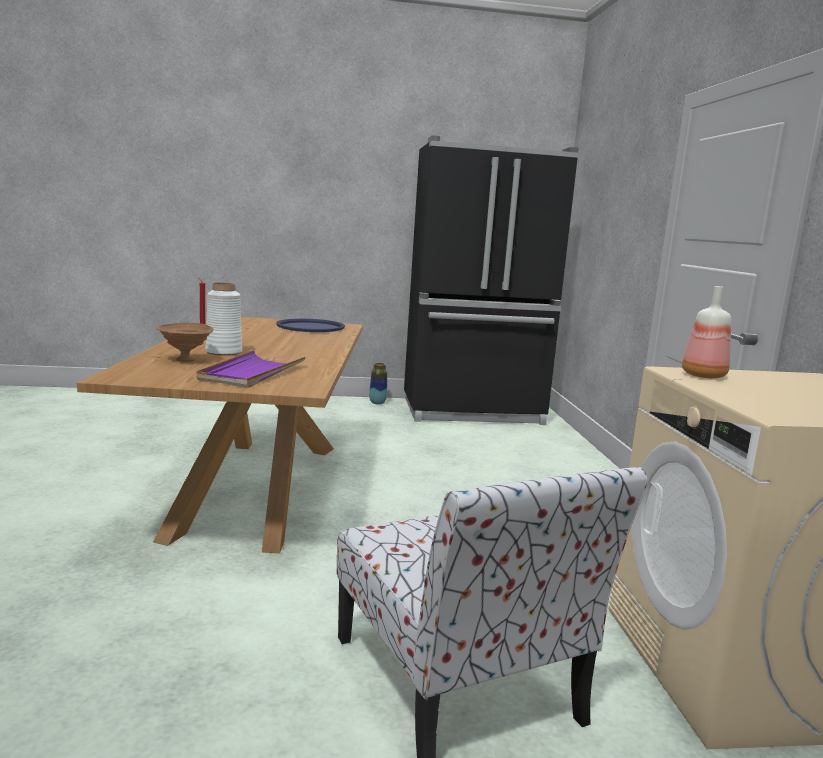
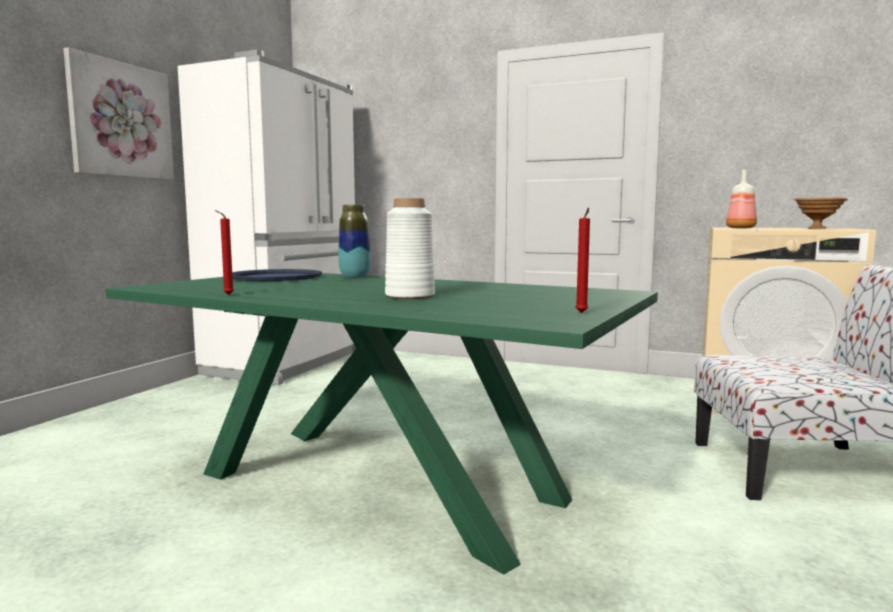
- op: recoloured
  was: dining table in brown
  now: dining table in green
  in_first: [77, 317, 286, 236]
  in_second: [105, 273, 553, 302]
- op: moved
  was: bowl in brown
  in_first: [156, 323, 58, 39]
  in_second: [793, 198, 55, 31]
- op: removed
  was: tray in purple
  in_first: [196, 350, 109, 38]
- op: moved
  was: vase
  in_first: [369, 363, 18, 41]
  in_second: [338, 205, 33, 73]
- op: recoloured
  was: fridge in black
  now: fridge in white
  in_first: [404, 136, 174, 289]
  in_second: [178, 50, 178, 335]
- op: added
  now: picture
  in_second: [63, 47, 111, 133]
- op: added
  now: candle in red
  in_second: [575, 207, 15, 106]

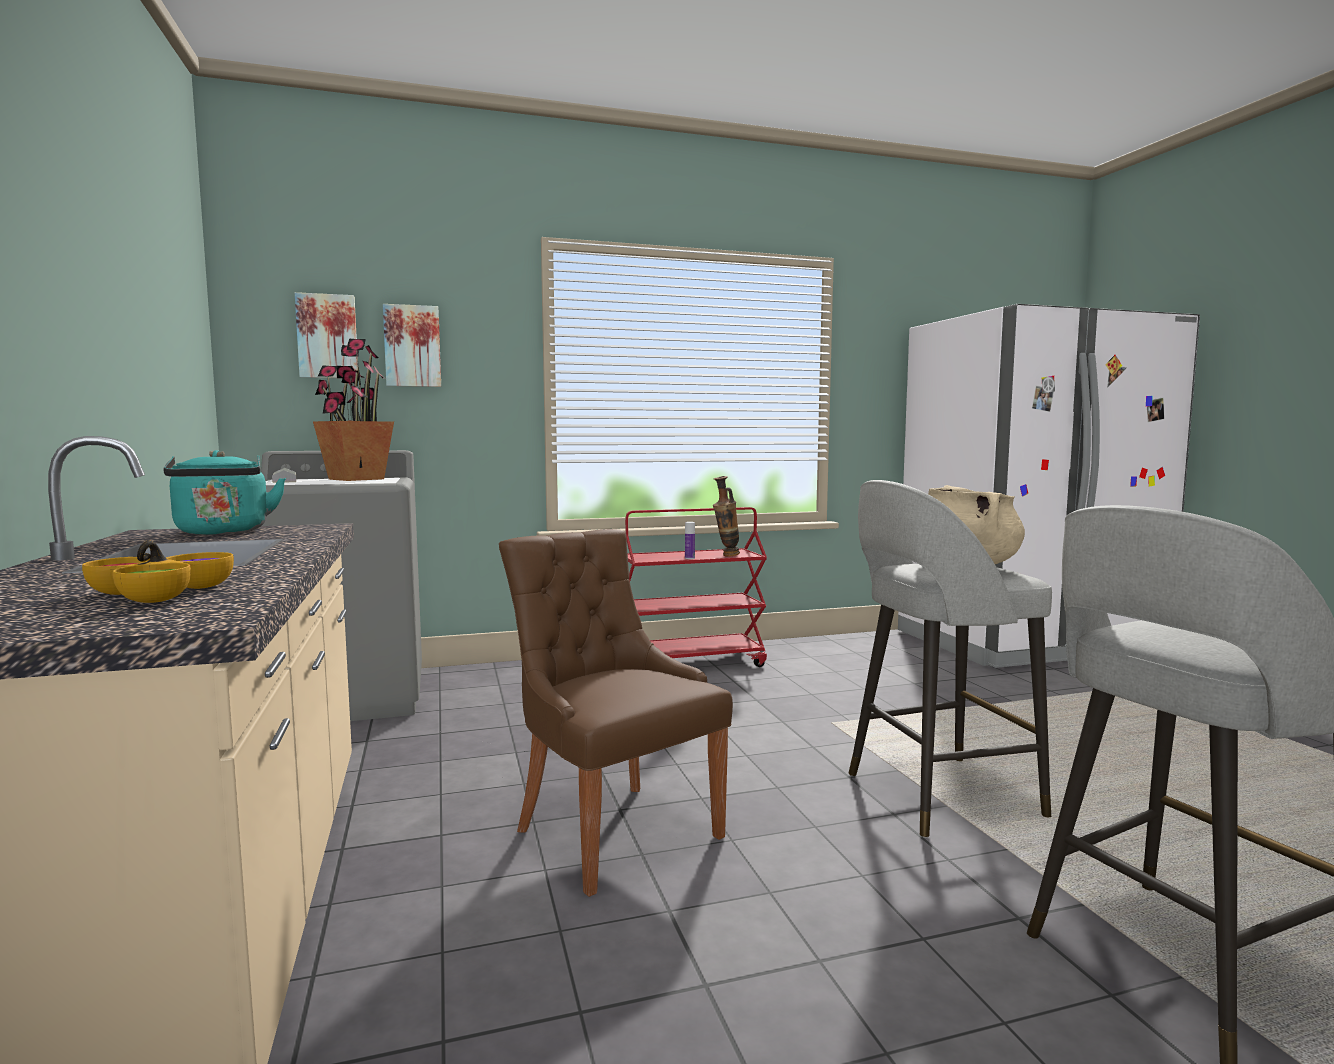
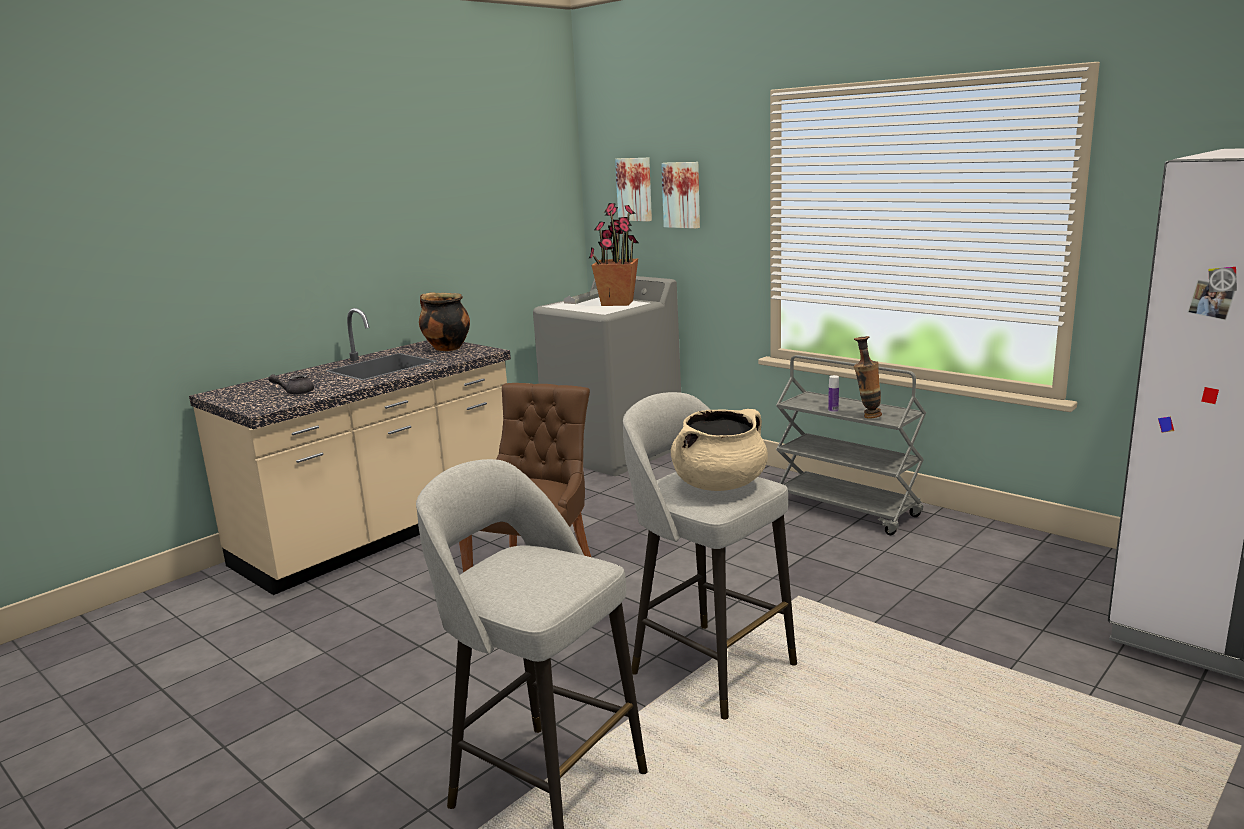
- op: replaced
  was: bowl
  now: teapot in grey
  in_first: [82, 540, 152, 63]
  in_second: [268, 373, 46, 22]
- op: replaced
  was: kettle in turquoise
  now: cooking pot
  in_first: [164, 450, 122, 85]
  in_second: [419, 292, 51, 59]
- op: recoloured
  was: cart in red
  now: cart in grey
  in_first: [625, 507, 142, 160]
  in_second: [776, 355, 150, 180]

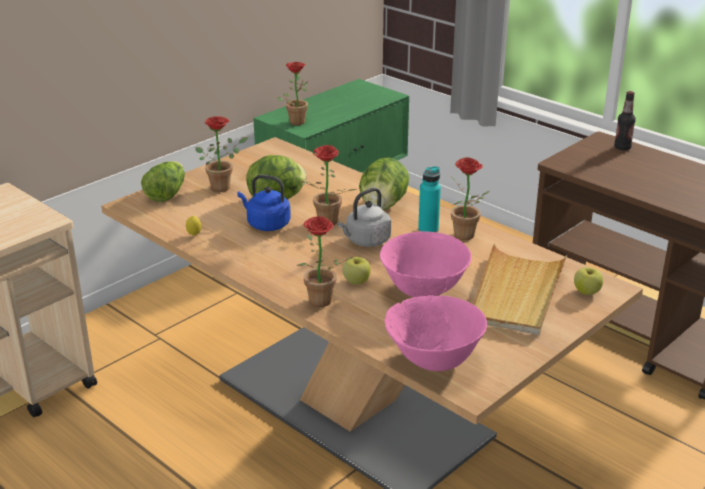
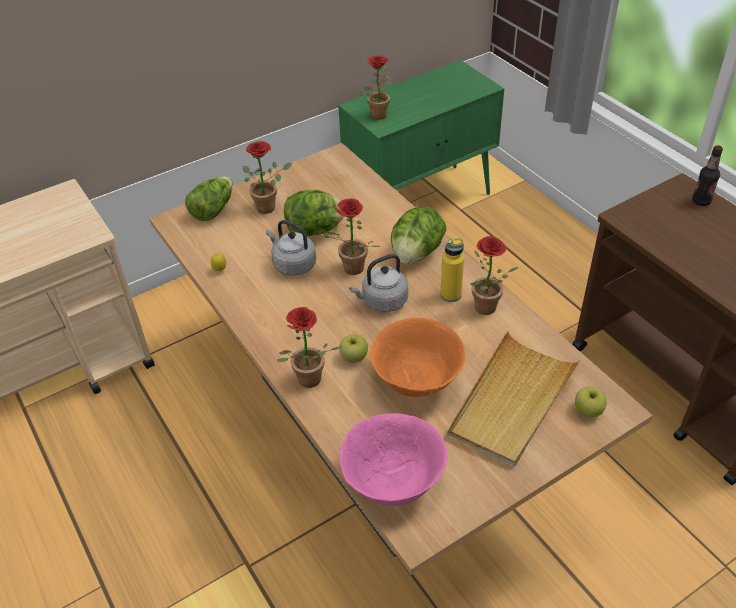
- op: recoloured
  was: kettle in blue
  now: kettle in grey
  in_first: [237, 175, 54, 56]
  in_second: [266, 220, 50, 56]
- op: recoloured
  was: bowl in pink
  now: bowl in orange
  in_first: [380, 231, 91, 66]
  in_second: [370, 318, 95, 79]
- op: recoloured
  was: bottle in turquoise
  now: bottle in yellow
  in_first: [418, 166, 23, 66]
  in_second: [440, 238, 24, 64]

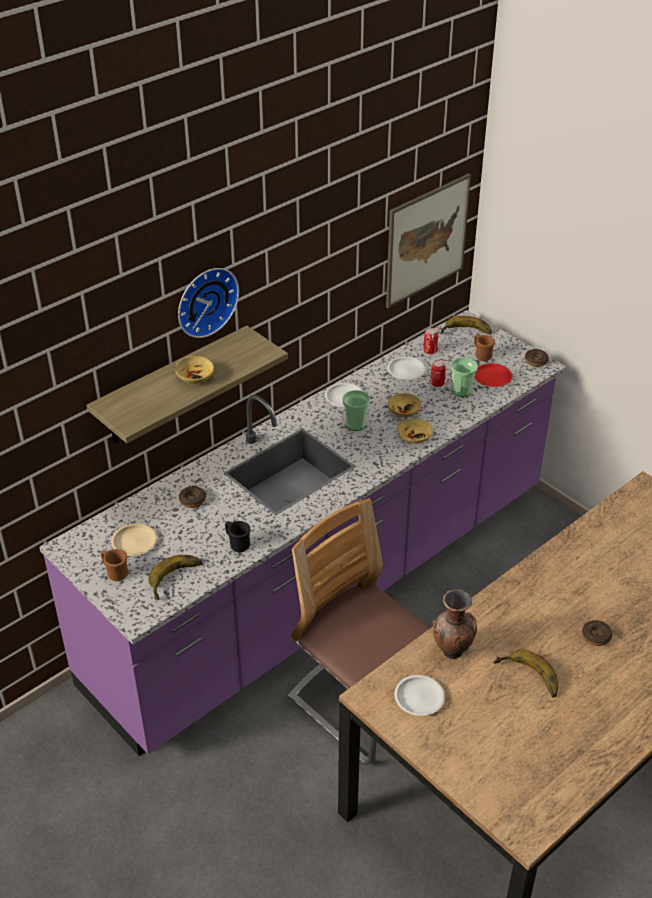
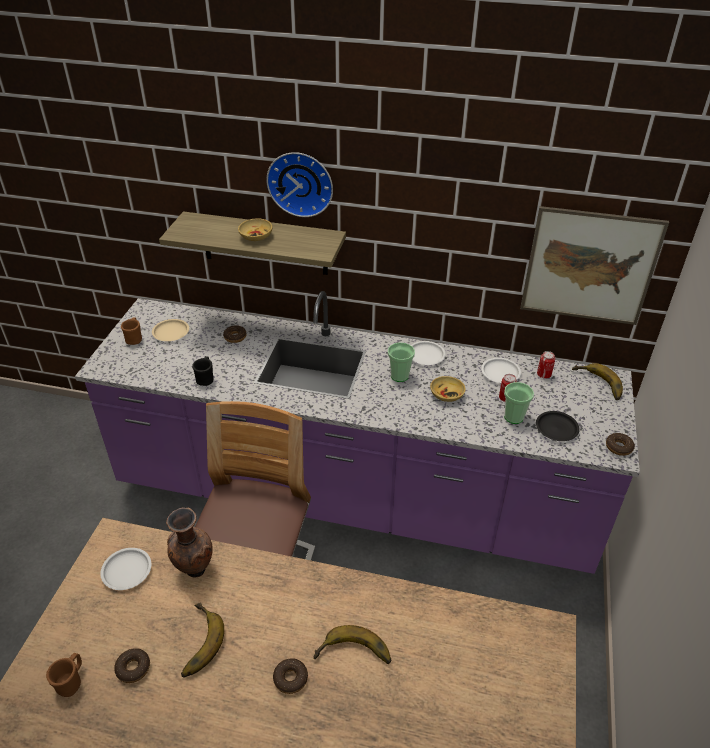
- op: moved
  was: banana
  in_first: [148, 555, 55, 45]
  in_second: [313, 625, 78, 39]
- op: removed
  was: bowl in beige
  in_first: [397, 418, 36, 26]
- op: moved
  was: mug in brown
  in_first: [474, 334, 21, 27]
  in_second: [46, 653, 36, 44]
- op: recoloured
  was: plate in red
  now: plate in black
  in_first: [474, 363, 38, 24]
  in_second: [536, 411, 44, 30]
- op: added
  now: donut
  in_second: [114, 648, 36, 35]

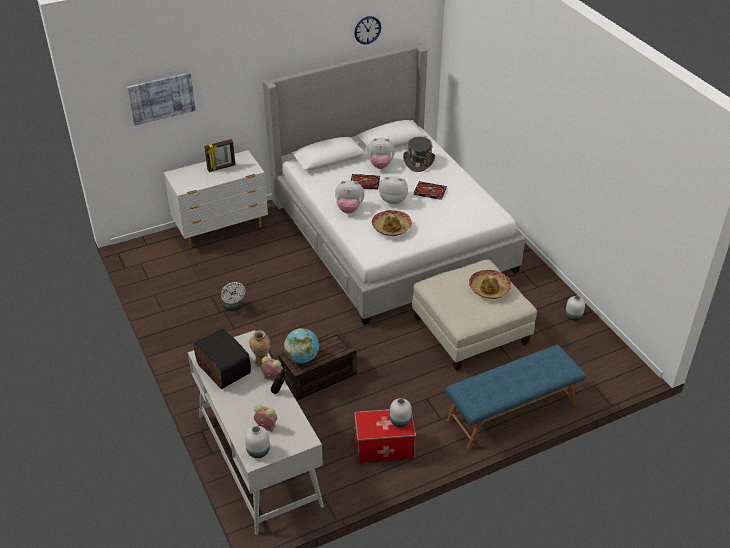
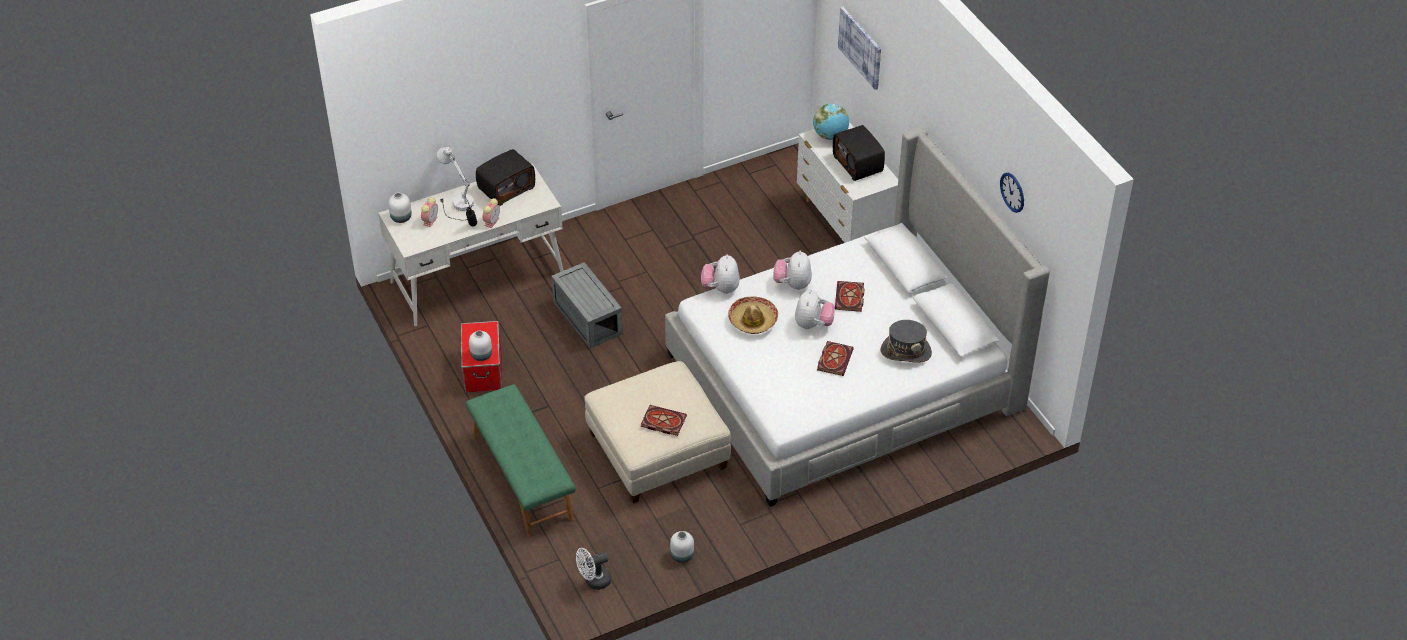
- op: replaced
  was: picture frame
  now: radio
  in_first: [204, 139, 32, 33]
  in_second: [833, 125, 52, 56]
- op: moved
  was: fan in white
  in_first: [221, 280, 25, 31]
  in_second: [576, 548, 35, 42]
- op: removed
  was: vase
  in_first: [250, 330, 20, 37]
- op: recoloured
  was: storage box in brown
  now: storage box in grey
  in_first: [279, 330, 78, 71]
  in_second: [551, 262, 72, 86]
- op: moved
  was: globe
  in_first: [284, 328, 35, 35]
  in_second: [813, 104, 36, 36]
- op: moved
  was: plush toy
  in_first: [367, 138, 28, 31]
  in_second: [701, 254, 39, 40]
- op: recoloured
  was: bench in blue
  now: bench in green
  in_first: [446, 345, 140, 104]
  in_second: [465, 384, 111, 153]
- op: replaced
  was: hat
  now: book
  in_first: [469, 270, 42, 29]
  in_second: [641, 405, 46, 31]
- op: added
  now: table lamp in white
  in_second: [436, 147, 38, 73]

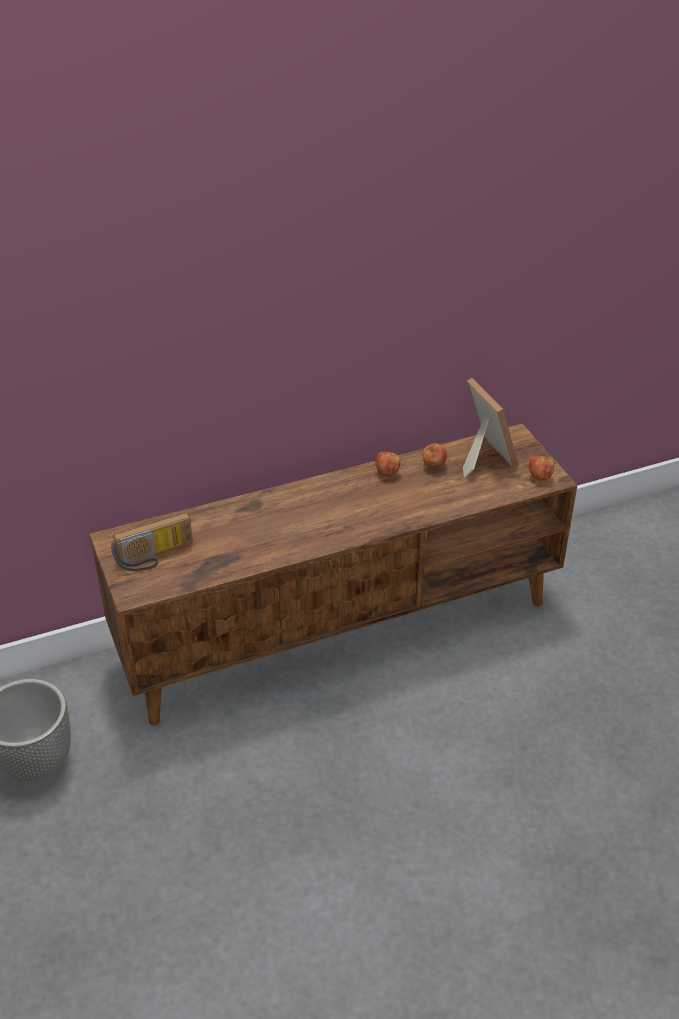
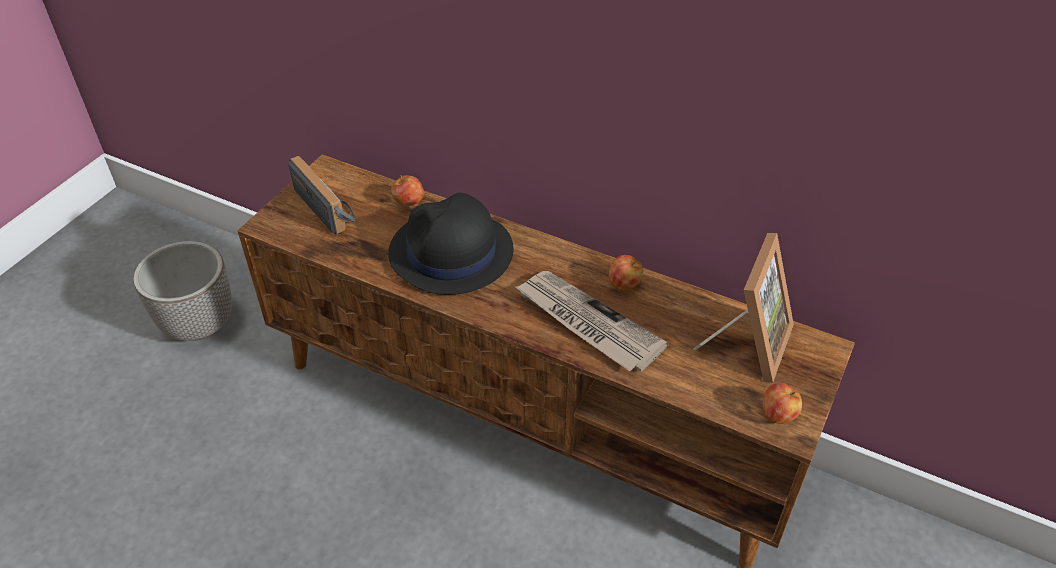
- op: turned
  was: radio
  in_first: [111, 513, 82, 58]
  in_second: [288, 156, 67, 78]
  clockwise: -150
- op: moved
  was: apple
  in_first: [422, 443, 25, 25]
  in_second: [391, 175, 33, 31]
- op: added
  now: hat in black
  in_second: [388, 193, 126, 102]
- op: added
  now: newspaper
  in_second: [515, 271, 153, 101]

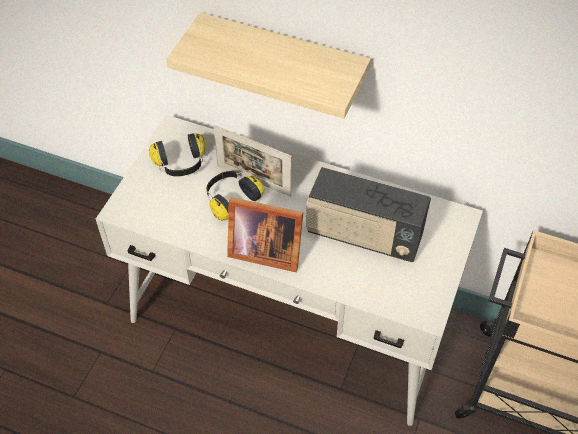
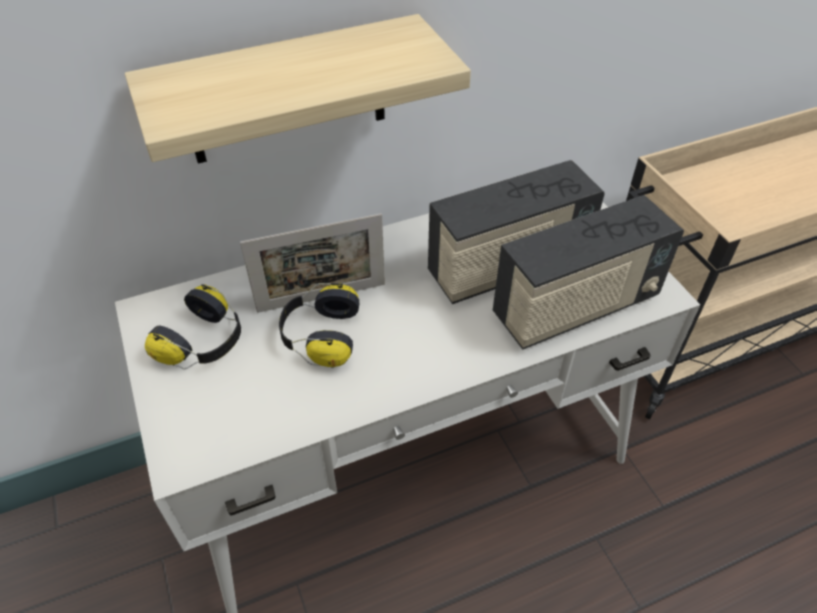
- op: removed
  was: picture frame
  in_first: [227, 197, 76, 75]
- op: added
  now: radio
  in_second: [493, 195, 191, 154]

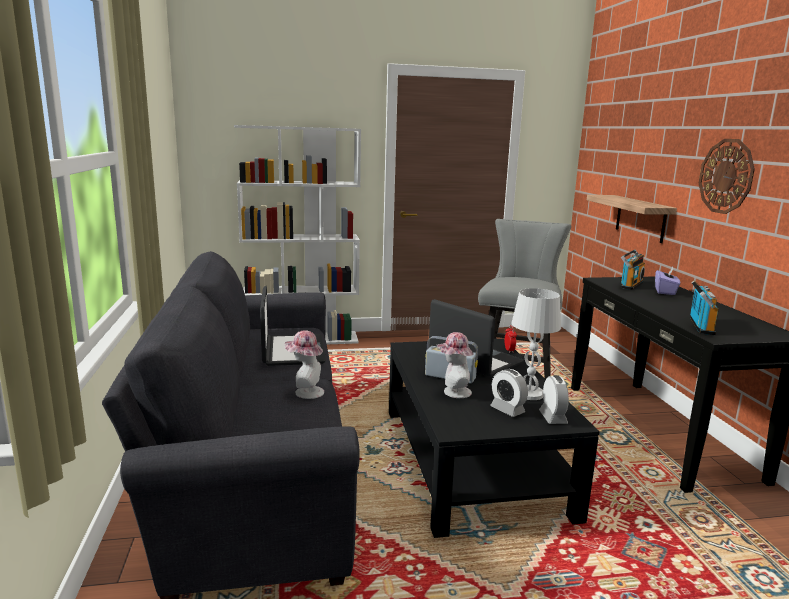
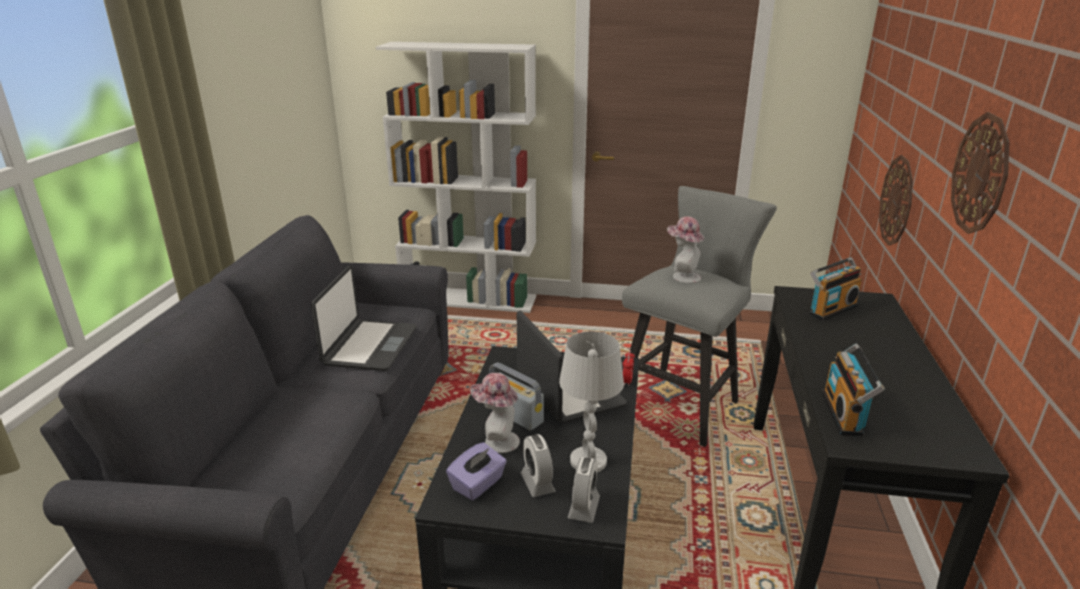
- op: moved
  was: hat
  in_first: [284, 330, 40, 69]
  in_second: [667, 216, 37, 67]
- op: replaced
  was: shelf
  now: wall clock
  in_first: [587, 195, 90, 48]
  in_second: [879, 155, 34, 91]
- op: moved
  was: tissue box in purple
  in_first: [655, 267, 25, 28]
  in_second: [446, 442, 61, 58]
- op: turned
  was: radio
  in_first: [690, 280, 29, 55]
  in_second: [822, 343, 63, 94]
  clockwise: 150

